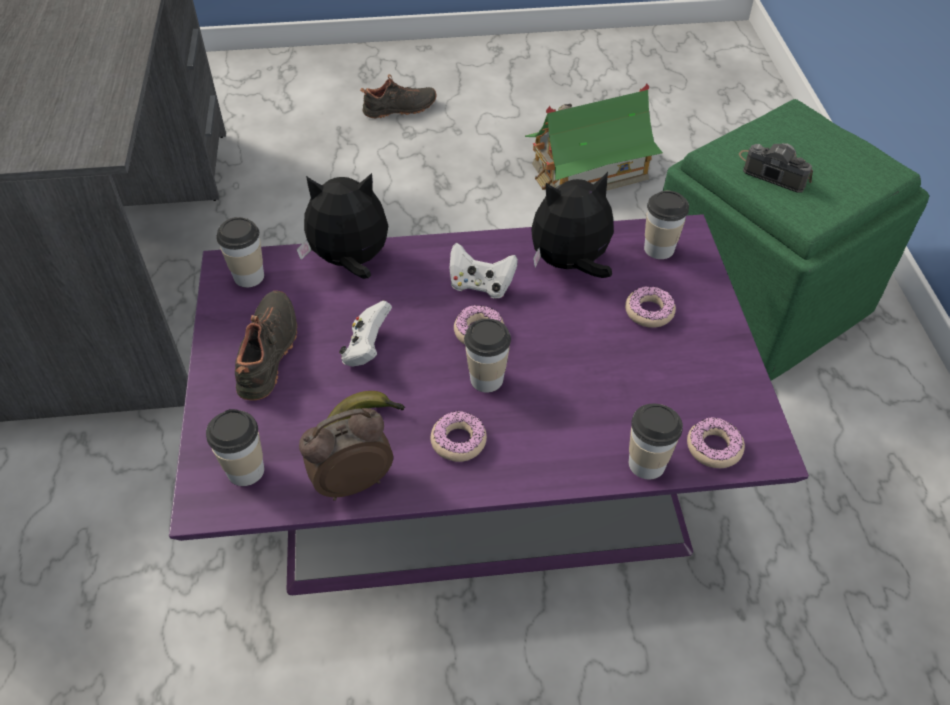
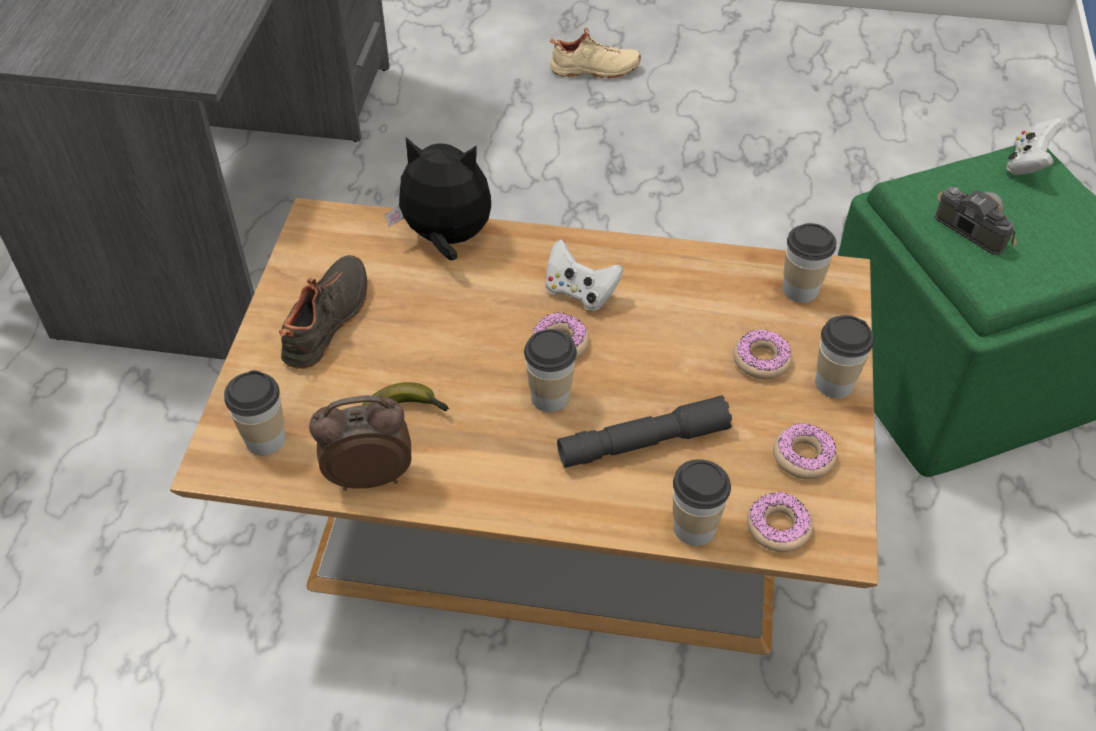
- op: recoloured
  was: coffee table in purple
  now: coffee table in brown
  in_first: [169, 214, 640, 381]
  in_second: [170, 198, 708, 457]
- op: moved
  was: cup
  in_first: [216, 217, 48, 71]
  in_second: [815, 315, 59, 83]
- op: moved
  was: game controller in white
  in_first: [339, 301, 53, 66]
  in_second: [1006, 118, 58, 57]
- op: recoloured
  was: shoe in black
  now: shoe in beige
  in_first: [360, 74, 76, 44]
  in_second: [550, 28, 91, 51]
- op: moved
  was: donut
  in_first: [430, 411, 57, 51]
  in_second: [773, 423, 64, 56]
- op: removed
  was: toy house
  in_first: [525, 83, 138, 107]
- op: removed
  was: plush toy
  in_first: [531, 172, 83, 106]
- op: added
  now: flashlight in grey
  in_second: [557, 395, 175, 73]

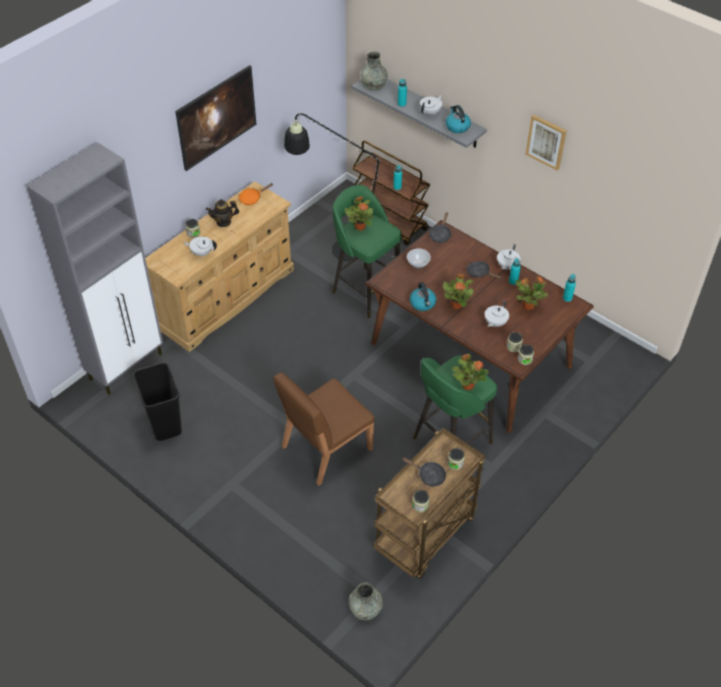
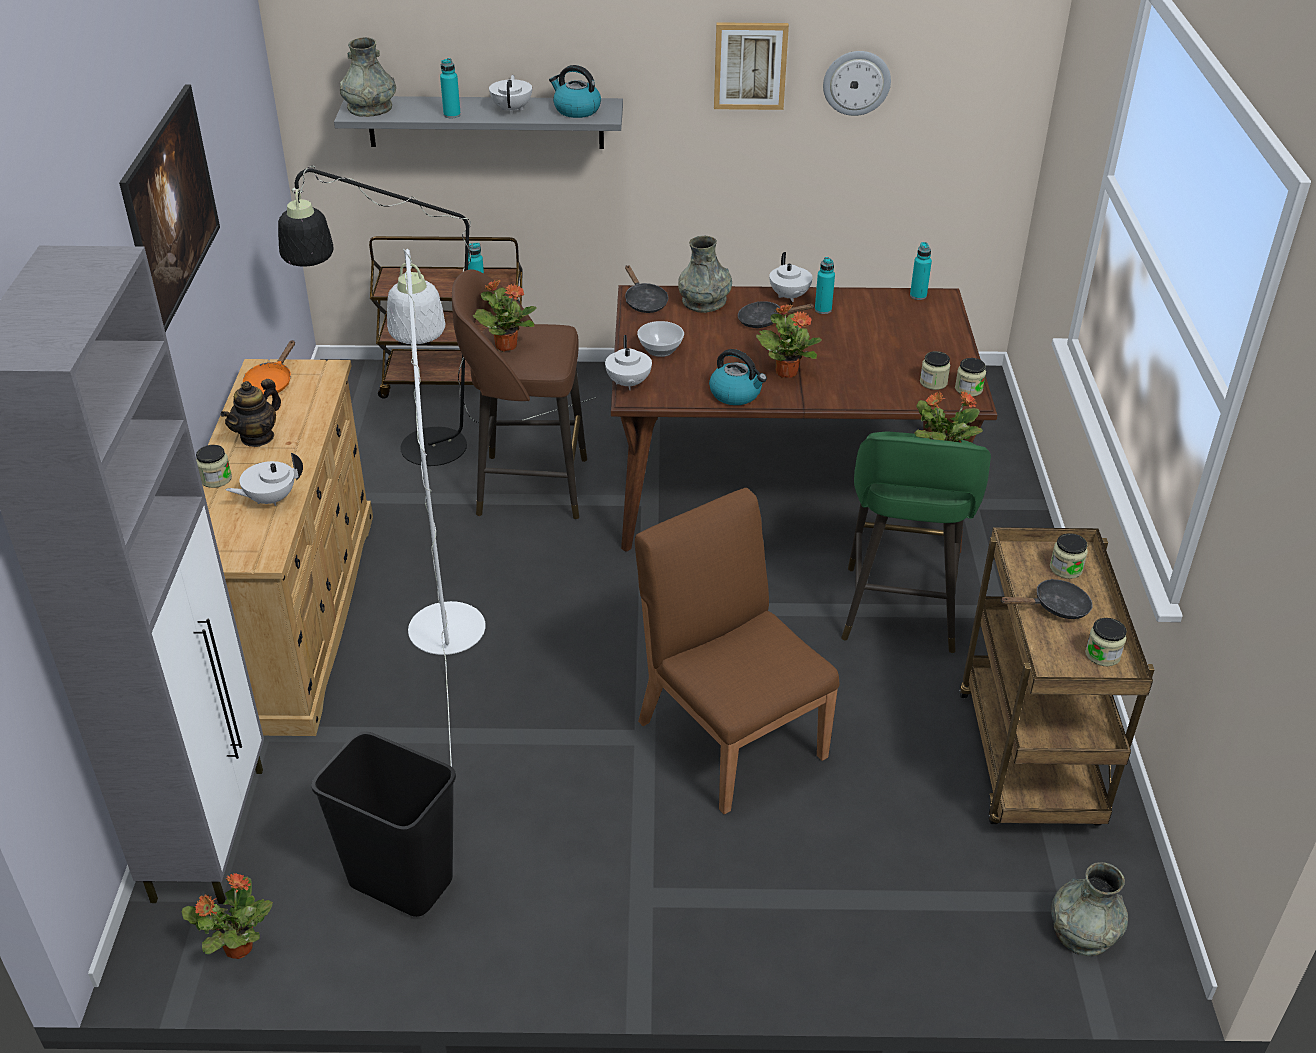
- op: turned
  was: chair in brown
  in_first: [273, 373, 102, 113]
  in_second: [635, 488, 205, 326]
  clockwise: 135
- op: recoloured
  was: stool in green
  now: stool in brown
  in_first: [332, 185, 69, 133]
  in_second: [452, 269, 135, 250]
- op: moved
  was: teapot in white
  in_first: [485, 300, 24, 27]
  in_second: [605, 335, 47, 55]
- op: moved
  was: potted plant
  in_first: [515, 276, 33, 34]
  in_second: [182, 873, 91, 86]
- op: added
  now: floor lamp in white
  in_second: [387, 249, 98, 518]
- op: added
  now: vase in grey
  in_second: [678, 236, 54, 77]
- op: added
  now: wall clock
  in_second: [823, 51, 68, 65]

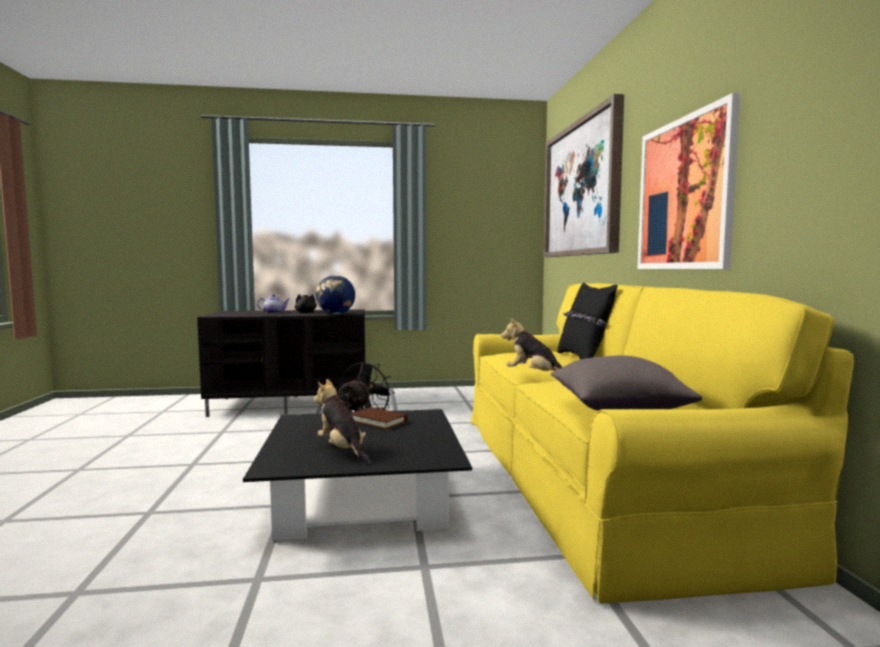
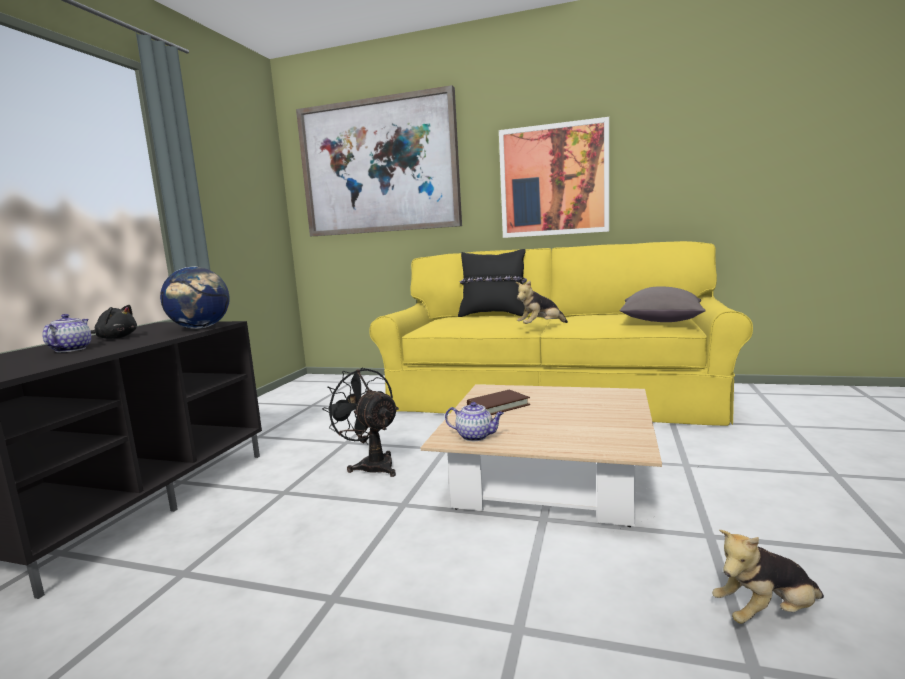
- op: recoloured
  was: coffee table in black
  now: coffee table in beige
  in_first: [243, 409, 229, 132]
  in_second: [420, 384, 242, 143]
- op: moved
  was: plush toy
  in_first: [314, 379, 56, 85]
  in_second: [712, 530, 112, 94]
- op: added
  now: teapot
  in_second: [445, 402, 59, 39]

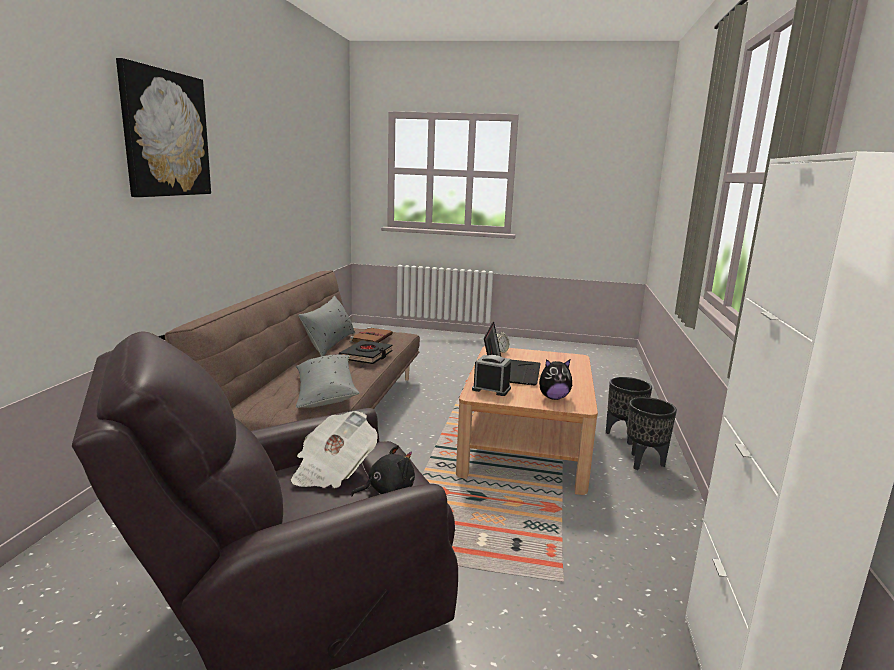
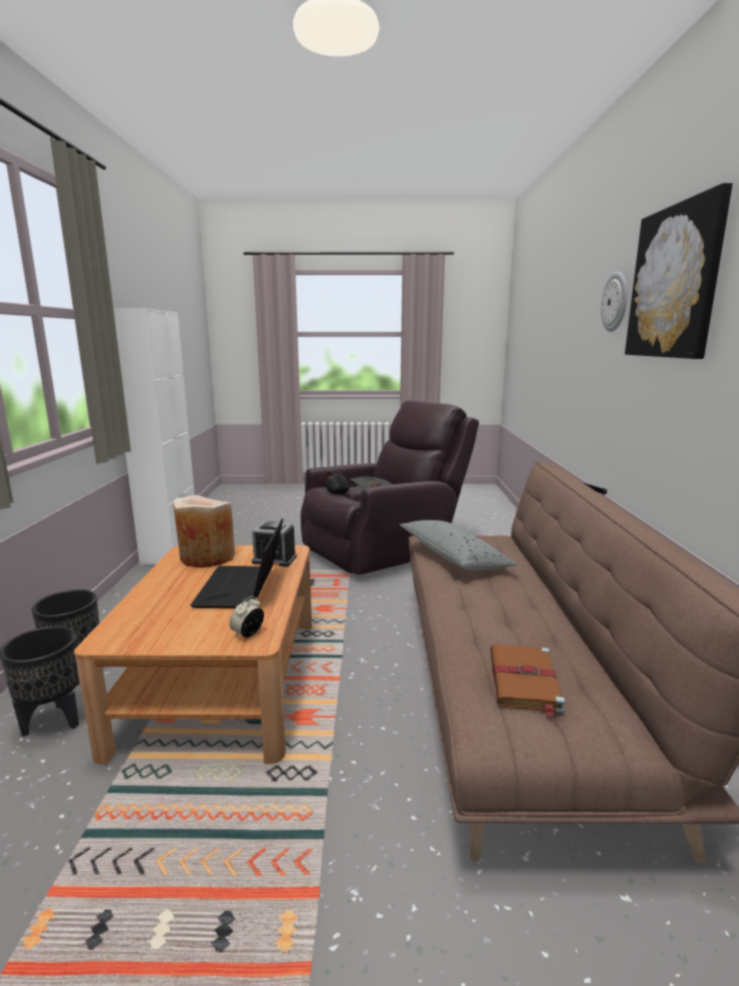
- op: removed
  was: pillow in grey
  in_first: [298, 296, 57, 60]
- op: removed
  was: book in black
  in_first: [339, 340, 54, 24]
- op: replaced
  was: plush toy
  now: vase in beige
  in_first: [539, 359, 33, 41]
  in_second: [173, 495, 62, 73]
- op: added
  now: wall clock
  in_second: [601, 272, 26, 60]

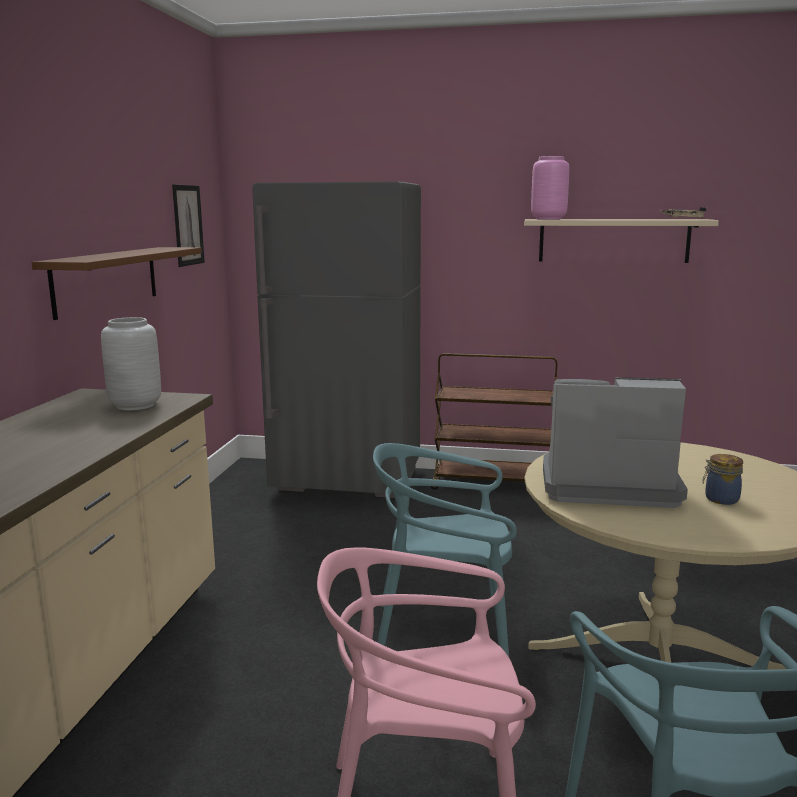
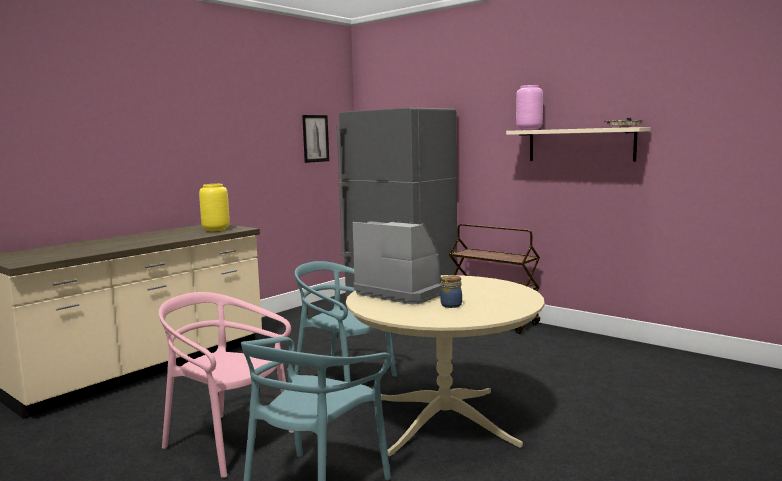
- op: removed
  was: shelf in brown
  in_first: [32, 247, 170, 73]
- op: recoloured
  was: vase in grey
  now: vase in yellow
  in_first: [101, 317, 60, 94]
  in_second: [199, 184, 31, 47]

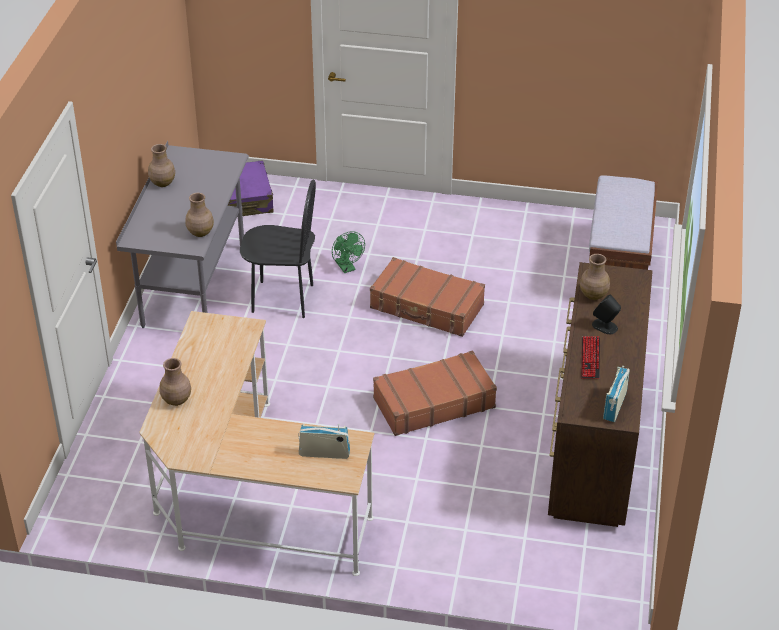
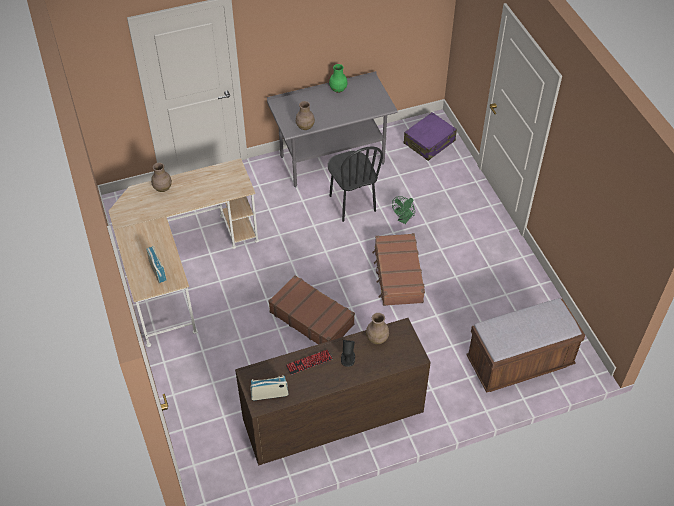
- op: recoloured
  was: vase in brown
  now: vase in green
  in_first: [148, 144, 27, 43]
  in_second: [329, 64, 19, 29]

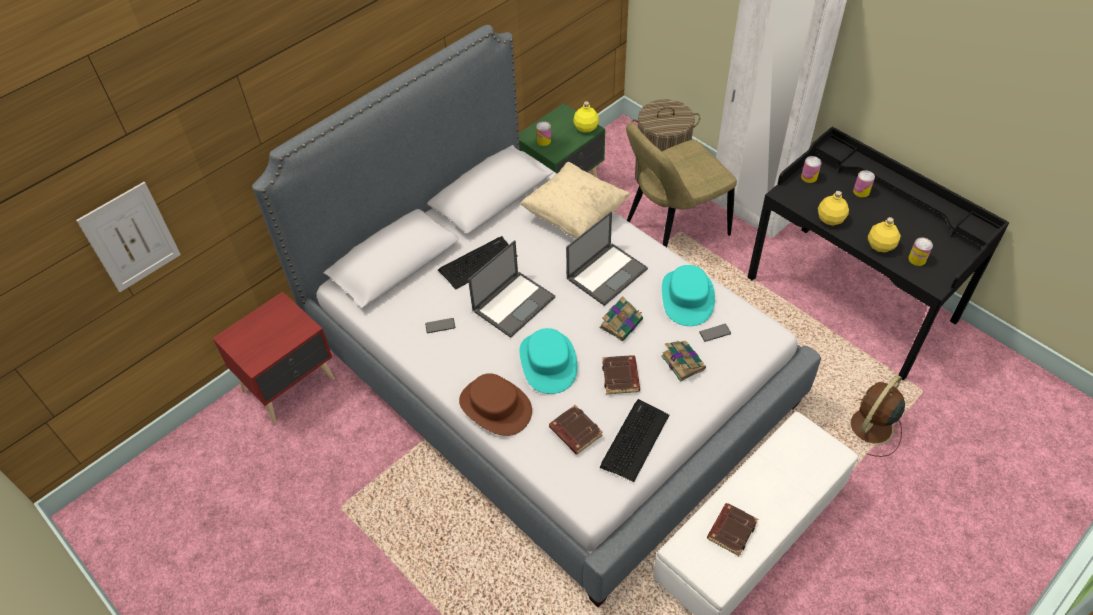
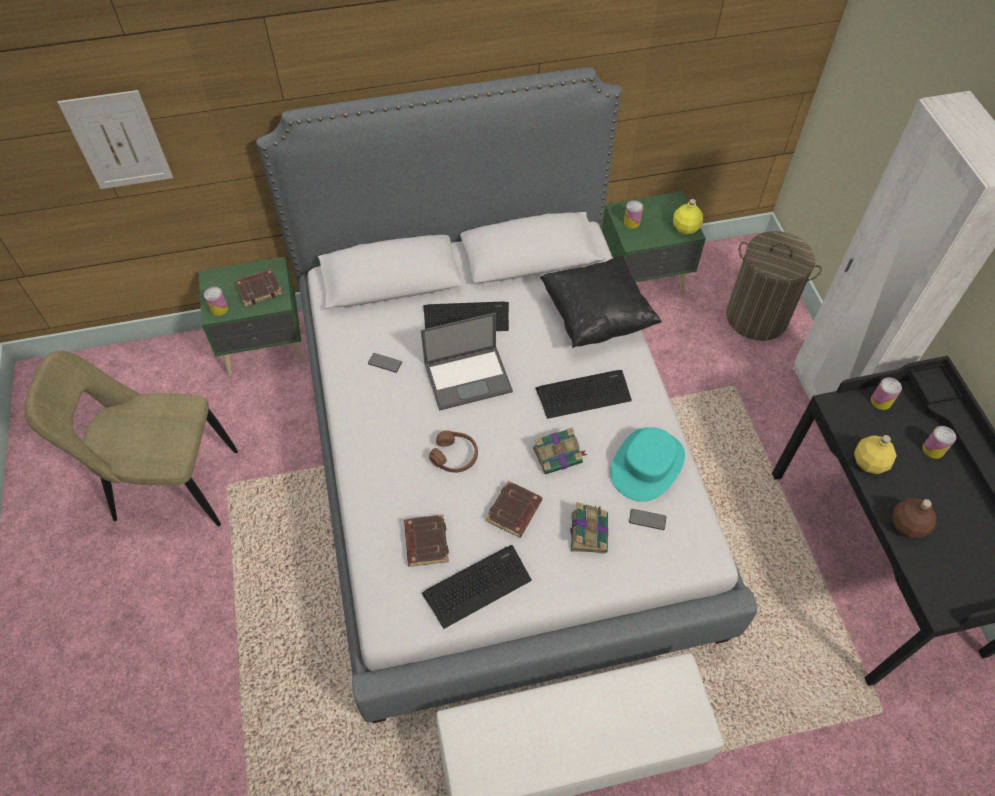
- op: recoloured
  was: nightstand in red
  now: nightstand in green
  in_first: [213, 291, 122, 133]
  in_second: [199, 257, 107, 119]
- op: removed
  was: hat in brown
  in_first: [459, 373, 73, 63]
- op: recoloured
  was: pillow in beige
  now: pillow in black
  in_first: [519, 162, 112, 76]
  in_second: [540, 256, 122, 92]
- op: replaced
  was: hat in turquoise
  now: headphones in brown
  in_first: [519, 328, 58, 66]
  in_second: [429, 430, 49, 43]
- op: replaced
  was: laptop
  now: keyboard
  in_first: [566, 211, 82, 95]
  in_second: [535, 370, 97, 49]
- op: moved
  was: chair in beige
  in_first: [626, 122, 111, 125]
  in_second: [25, 351, 213, 175]
- op: moved
  was: book in brown
  in_first: [707, 503, 51, 53]
  in_second: [235, 269, 48, 38]
- op: removed
  was: fan in brown
  in_first: [851, 375, 54, 82]
- op: recoloured
  was: bottle in yellow
  now: bottle in brown
  in_first: [868, 217, 33, 36]
  in_second: [892, 498, 45, 41]
- op: moved
  was: can
  in_first: [908, 237, 25, 29]
  in_second: [204, 287, 24, 29]

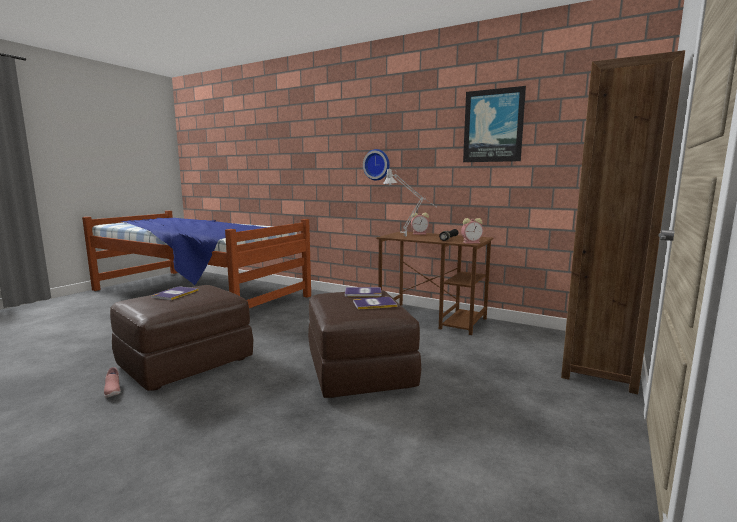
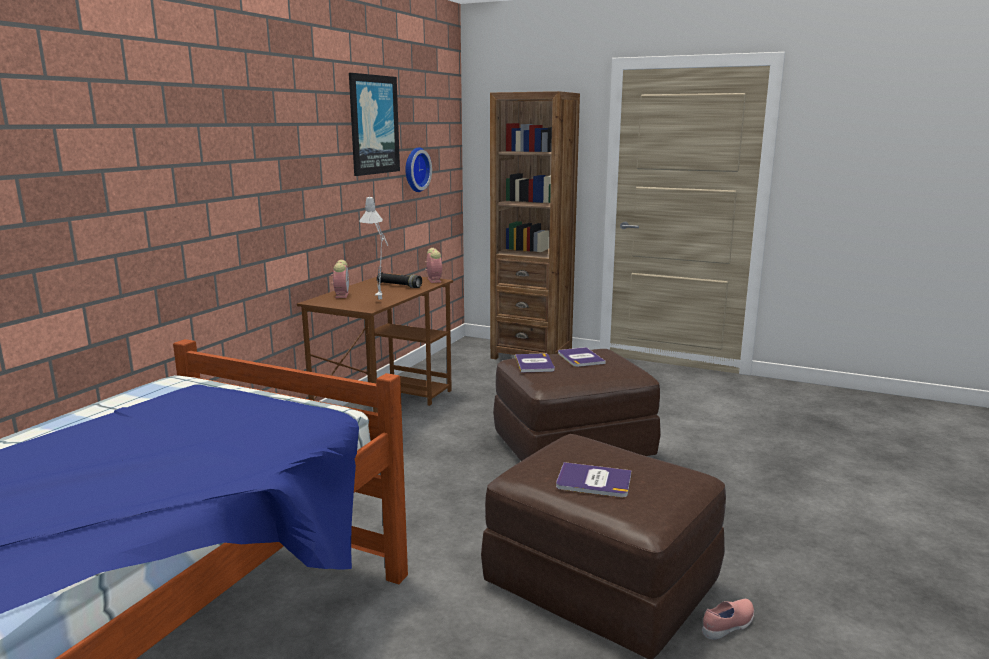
- op: moved
  was: wall clock
  in_first: [363, 149, 27, 32]
  in_second: [405, 147, 27, 45]

